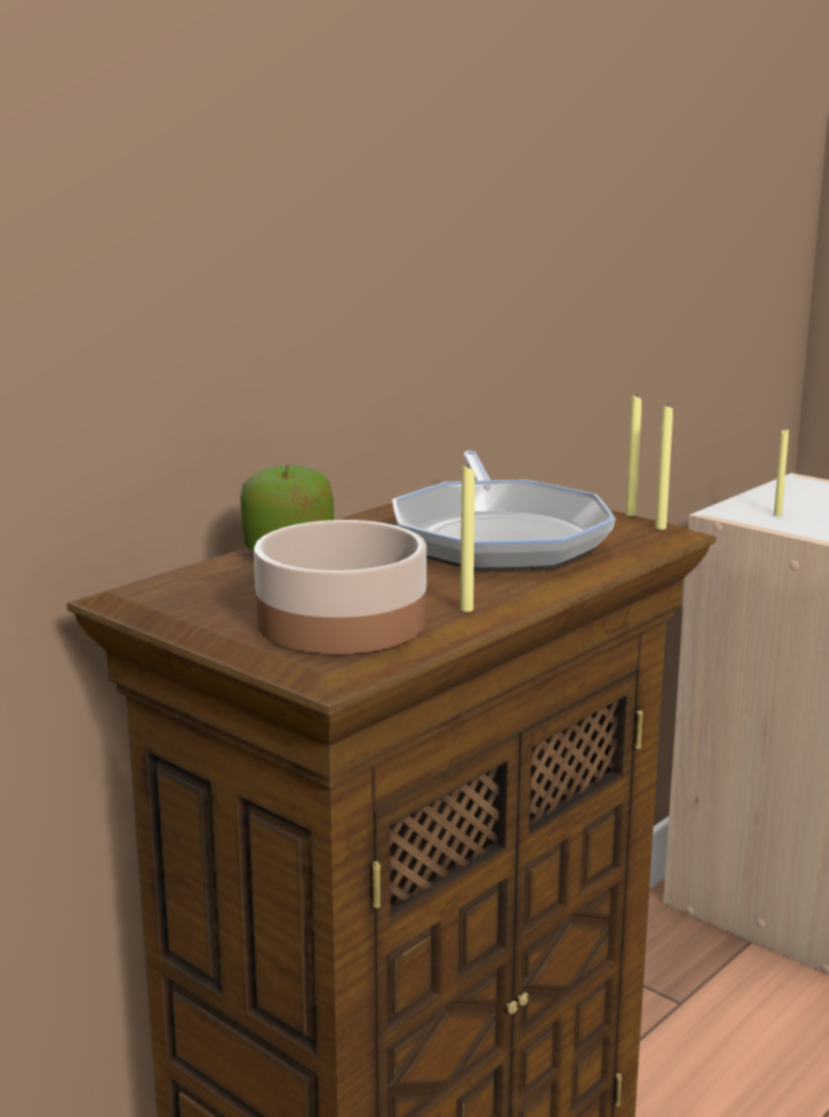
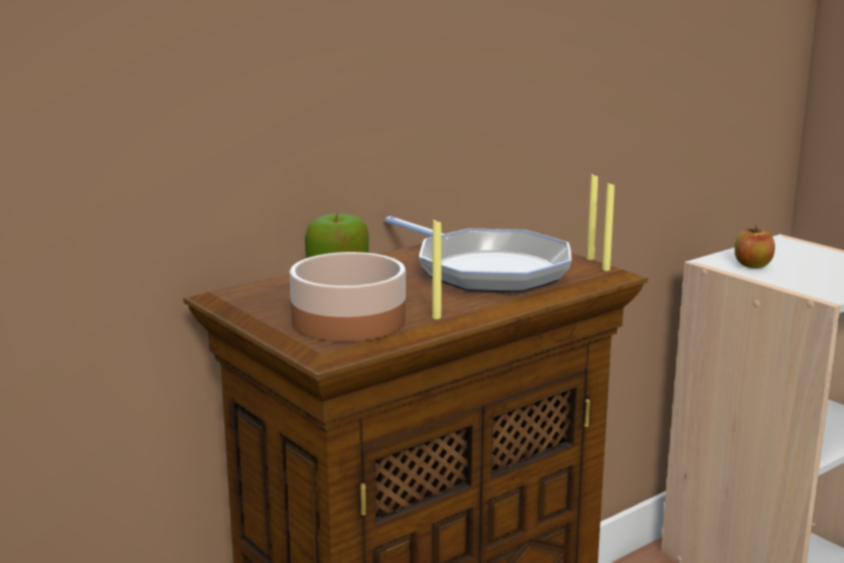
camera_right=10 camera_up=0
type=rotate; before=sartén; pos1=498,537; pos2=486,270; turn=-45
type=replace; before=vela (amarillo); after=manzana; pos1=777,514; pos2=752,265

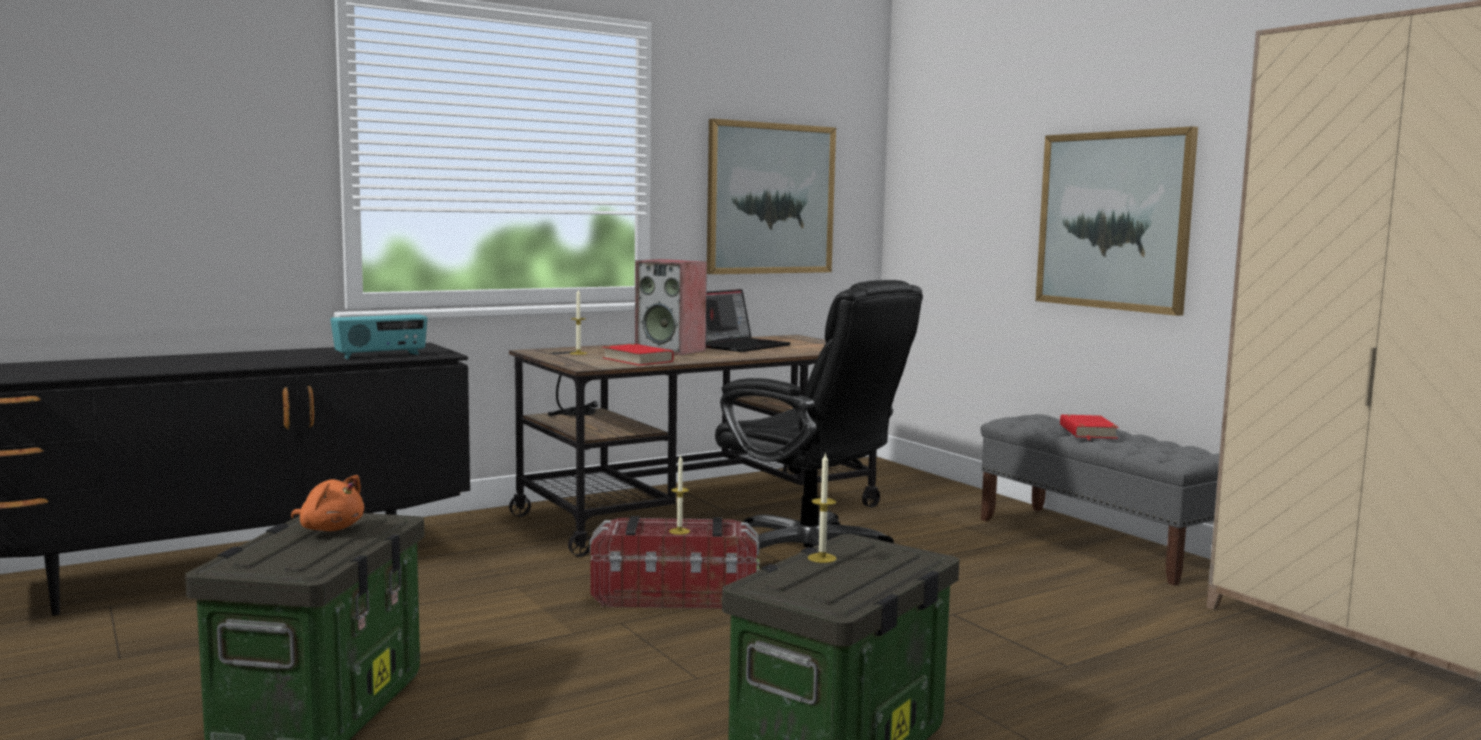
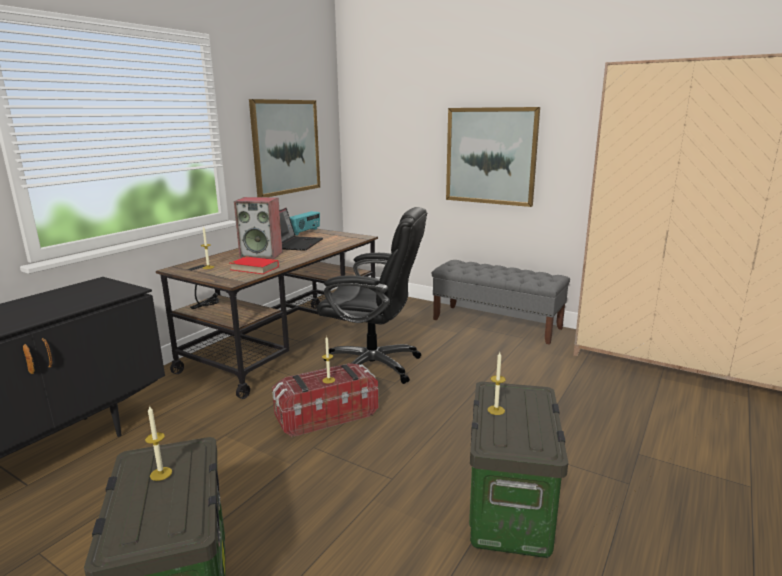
camera_right=-25 camera_up=10
type=replace; before=peluche (naranja); after=vela; pos1=330,528; pos2=161,474
type=move; before=radio; pos1=381,356; pos2=305,232
type=delete; before=libro (rojo); pos1=1087,432

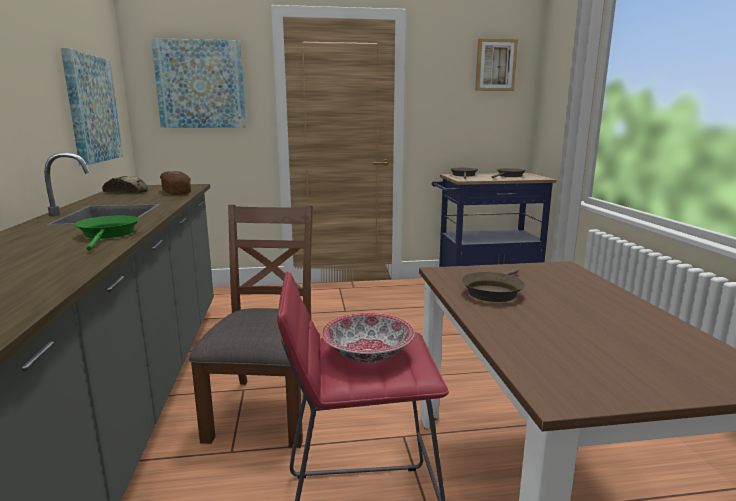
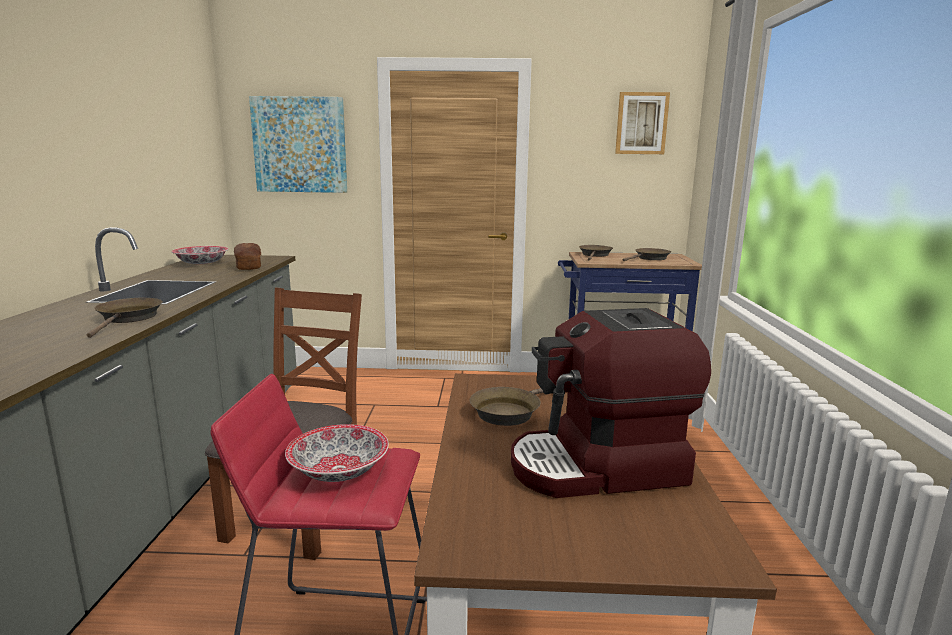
camera_right=10 camera_up=0
type=recolor; before=sartén (verde); after=sartén (marrón); pos1=108,234; pos2=128,318
type=replace; before=pan; after=cuenco; pos1=127,192; pos2=201,263
type=insert; after=cafetera; pos2=599,468
type=delete; before=cuadro; pos1=92,109

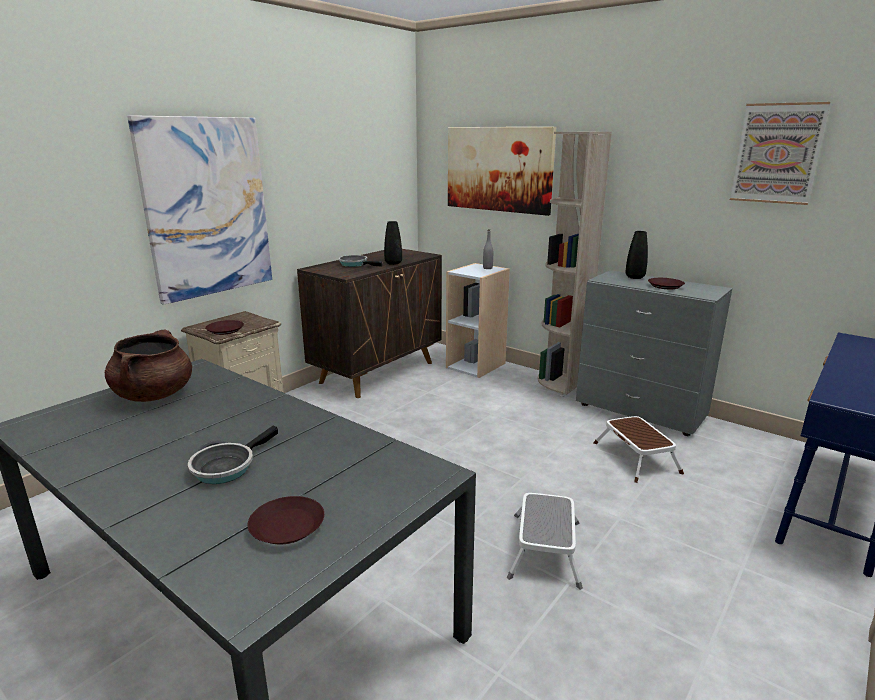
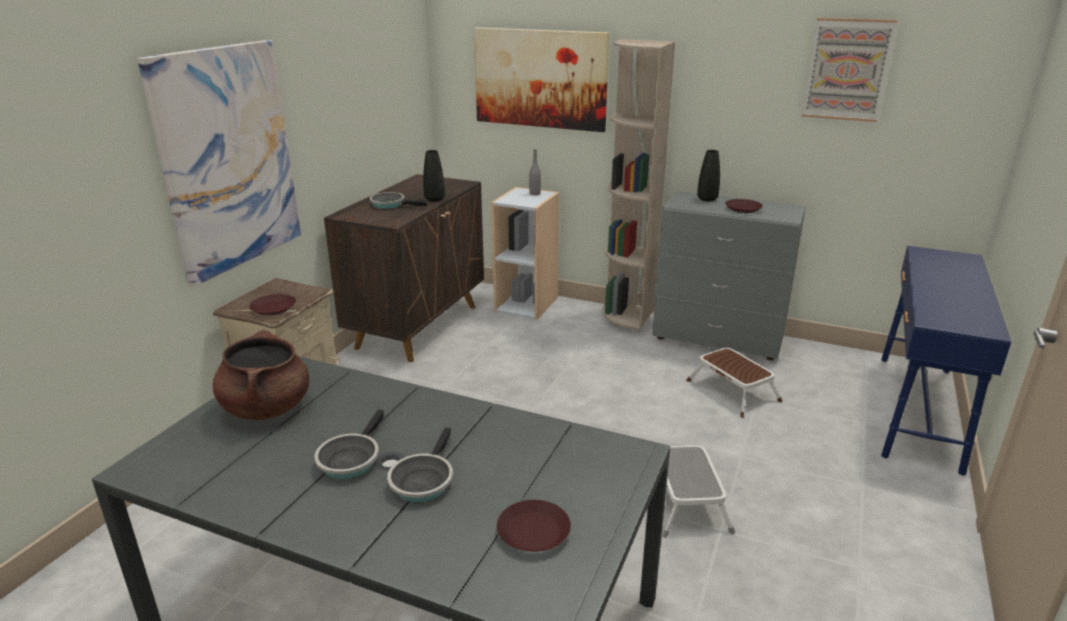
camera_right=-15 camera_up=5
type=insert; after=sartén; pos2=350,459

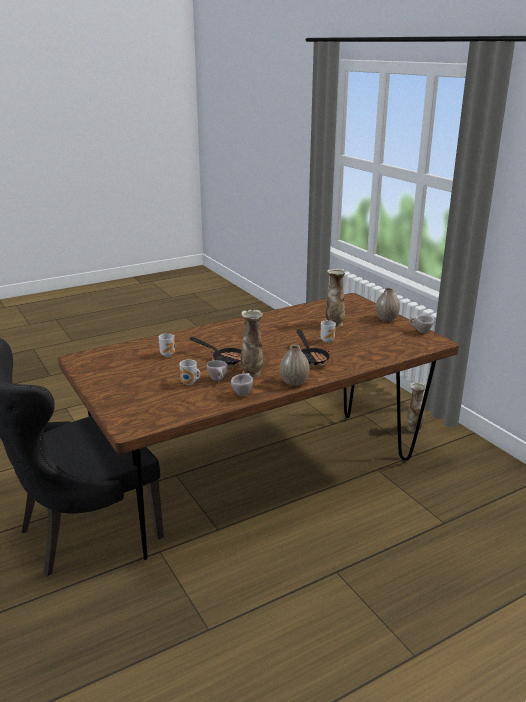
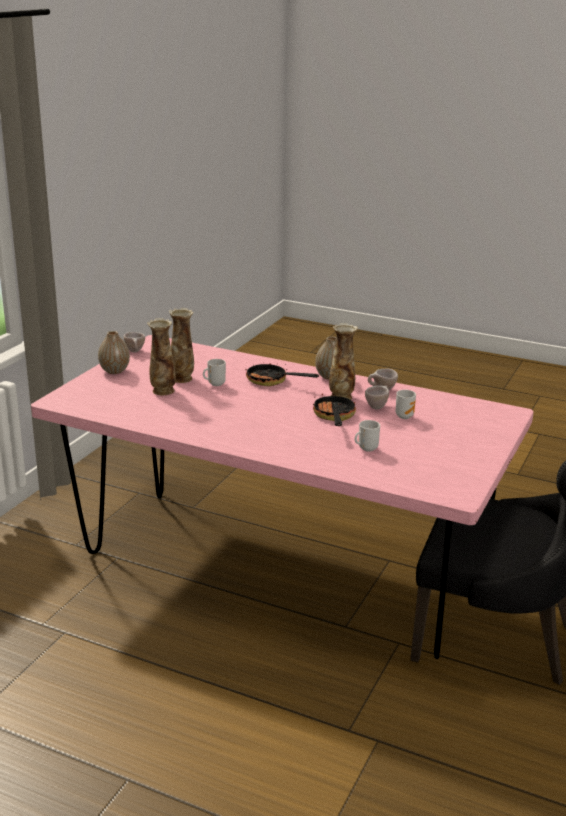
camera_right=-125 camera_up=0
type=recolor; before=mesa de comedor (marrón); after=mesa de comedor (rosa); pos1=262,475; pos2=278,568
type=move; before=florero; pos1=414,428; pos2=182,379
type=rotate; before=sartén; pos1=310,359; pos2=272,381; turn=-105

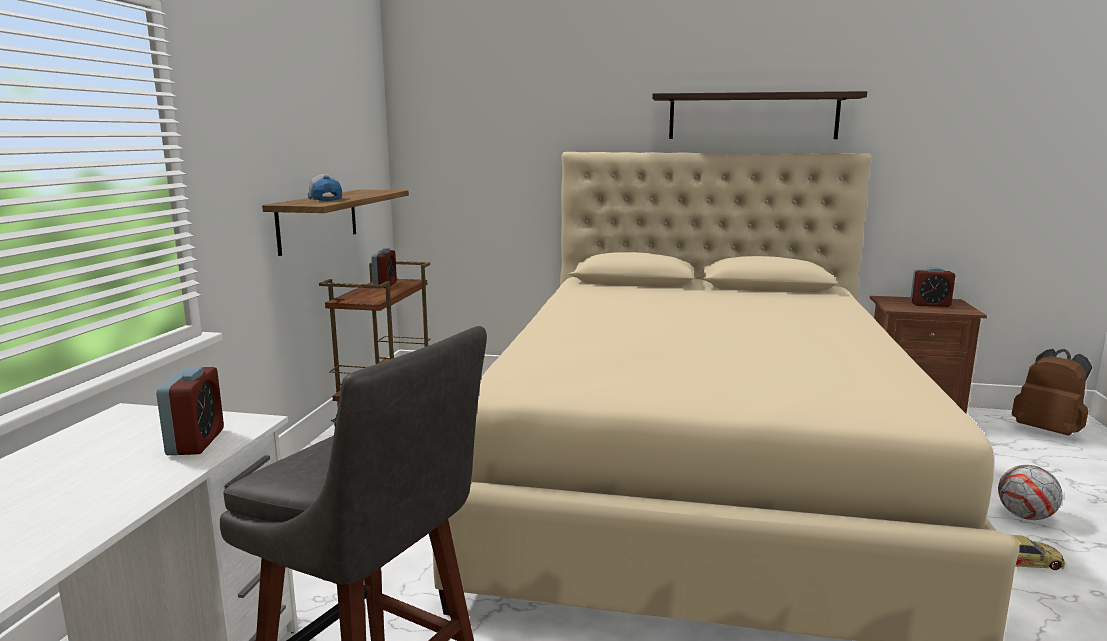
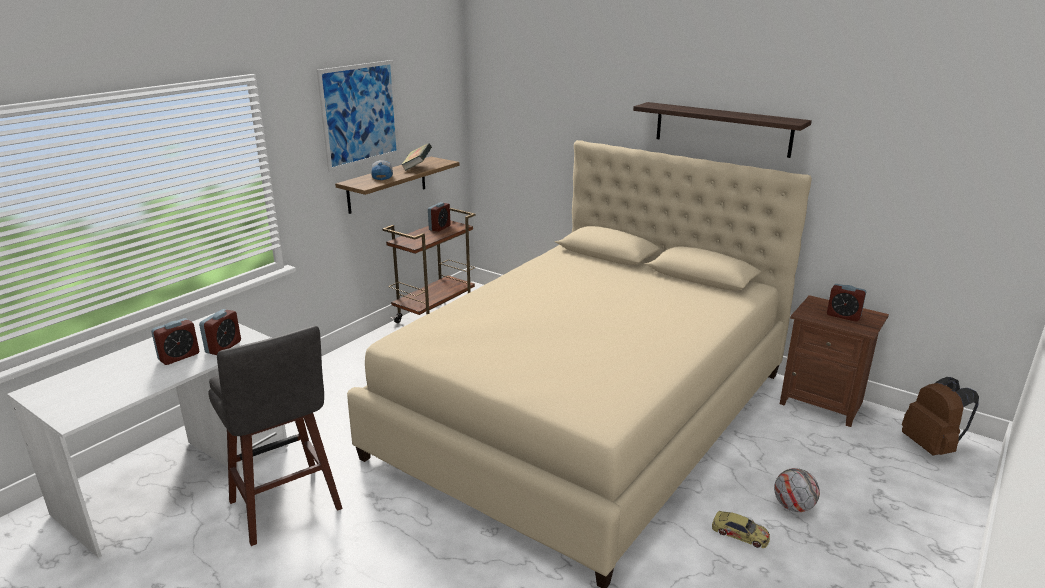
camera_right=25 camera_up=10
type=insert; after=despertador; pos2=179,357
type=insert; after=cuadro; pos2=360,114
type=insert; after=libro; pos2=417,167

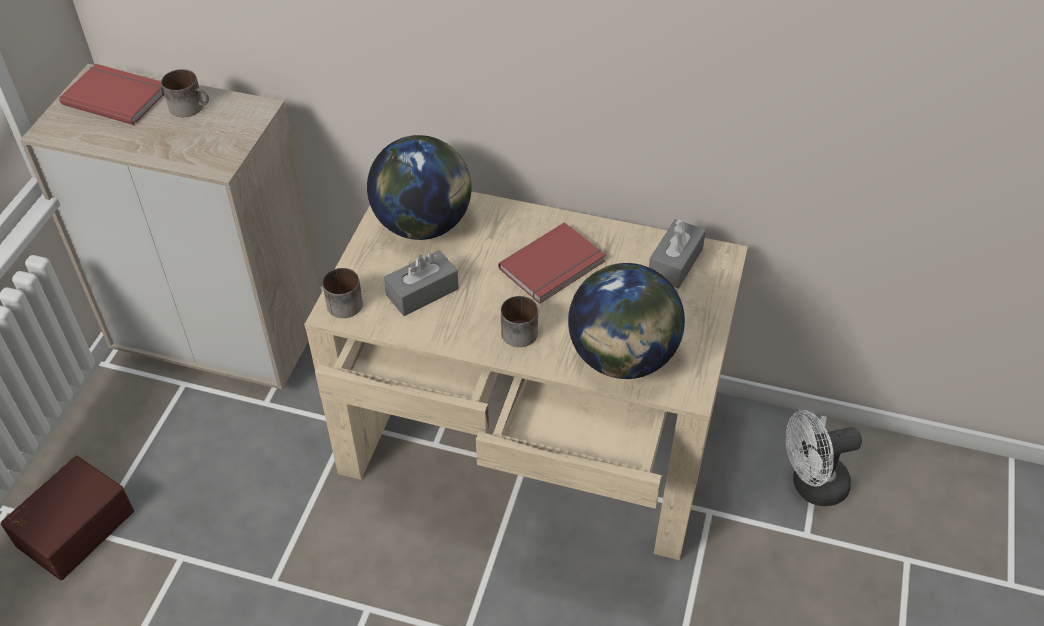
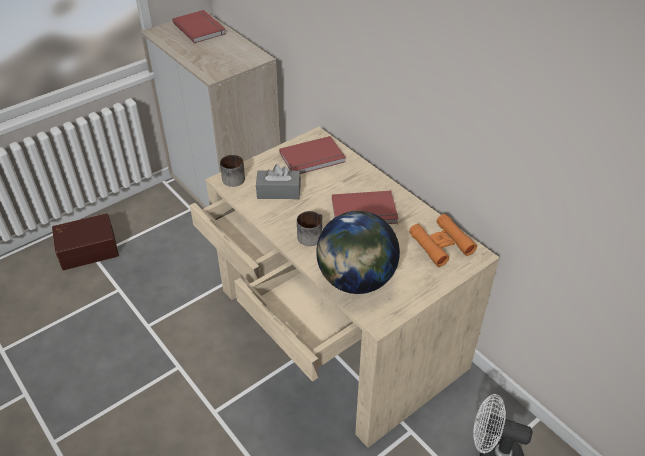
camera_right=35 camera_up=-5
type=replace; before=globo terráqueo; after=libro (rojo); pos1=423,224; pos2=313,158
type=replace; before=caja de pañuelos (gris); after=prismáticos (naranja); pos1=675,263; pos2=441,244
type=delete; before=taza grande; pos1=191,107

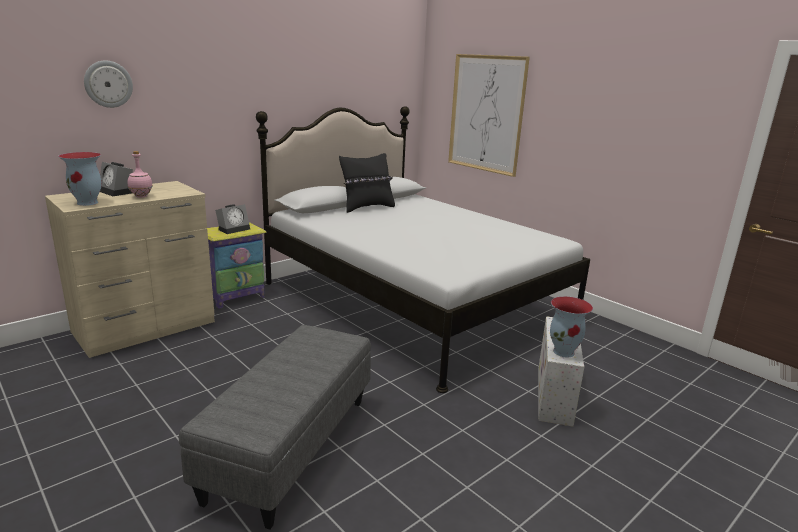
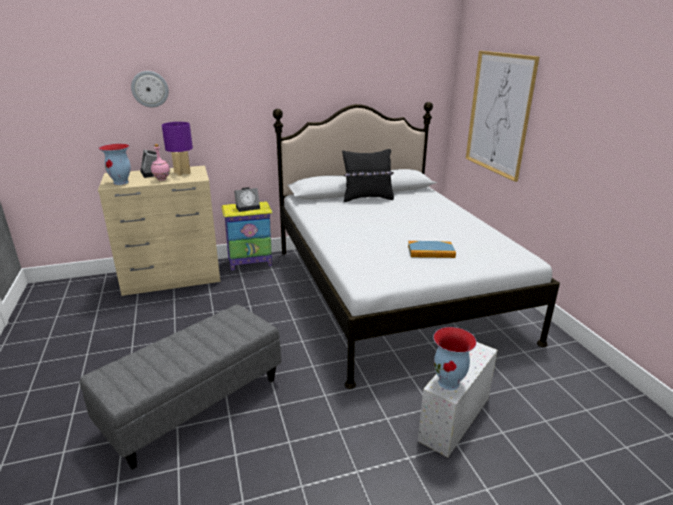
camera_right=25 camera_up=5
type=insert; after=lámpara de mesa (morado); pos2=182,173
type=insert; after=libro; pos2=431,251

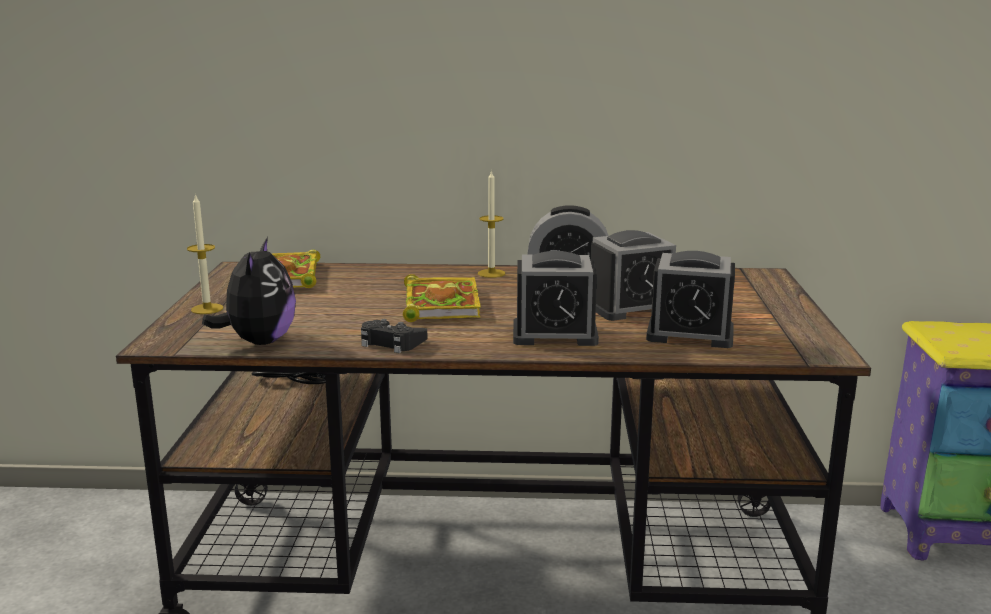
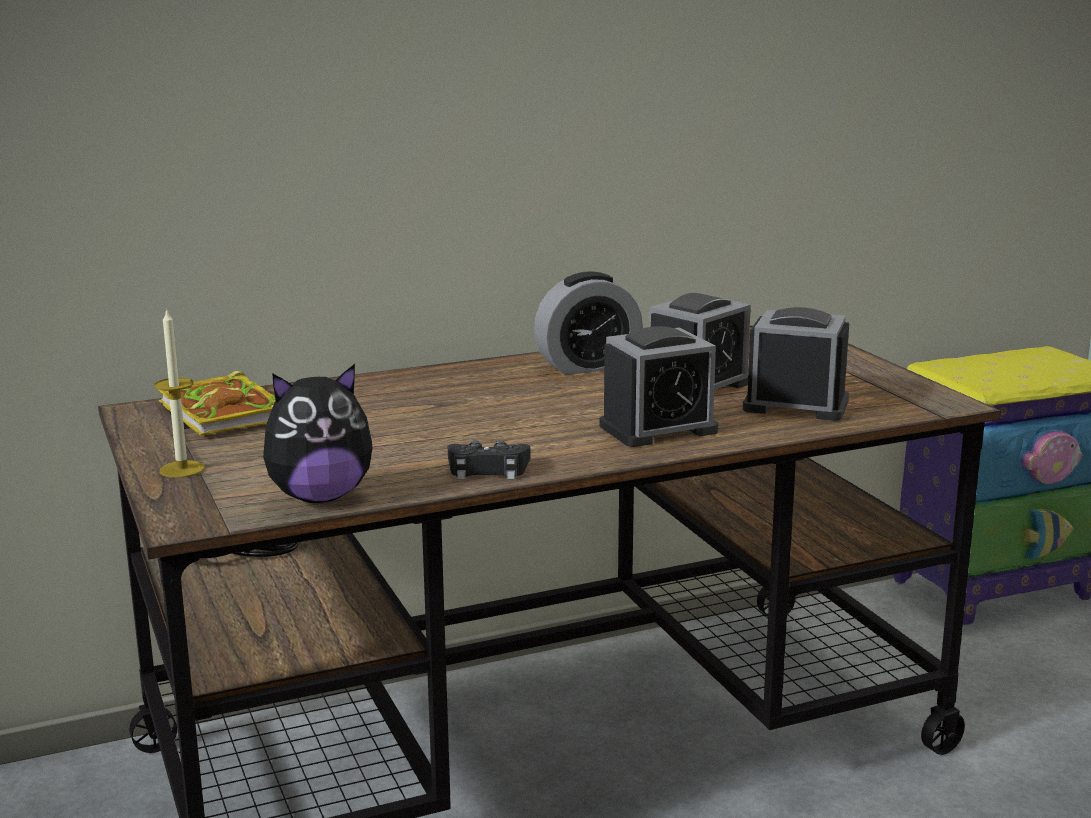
camera_right=-25 camera_up=0
type=rotate; before=peluche; pos1=259,342; pos2=320,497; turn=90
type=rotate; before=despertador; pos1=690,334; pos2=796,405; turn=-150
type=delete; before=libro; pos1=440,303
type=delete; before=vela; pos1=491,273

